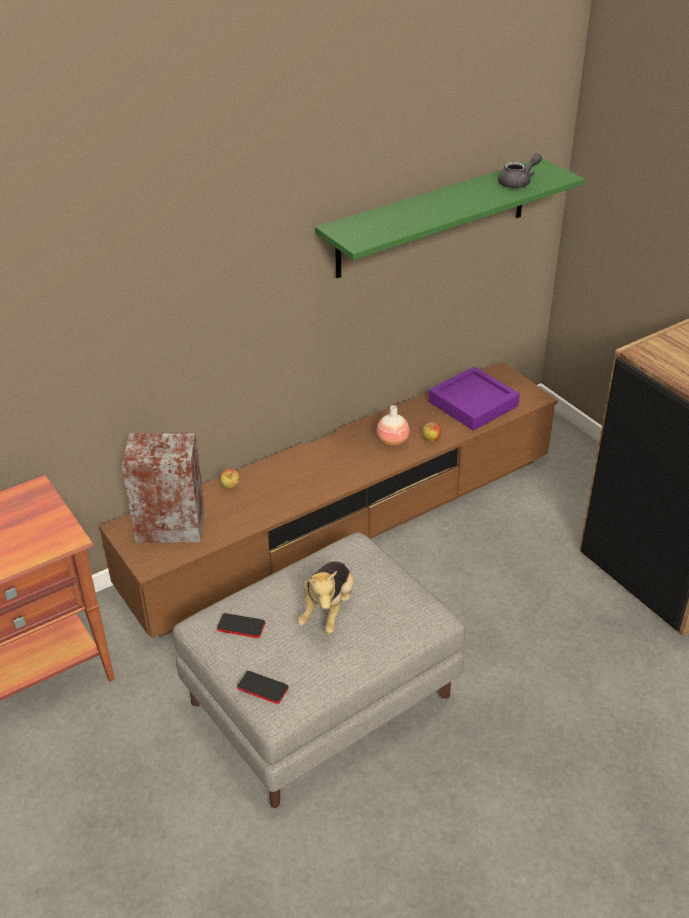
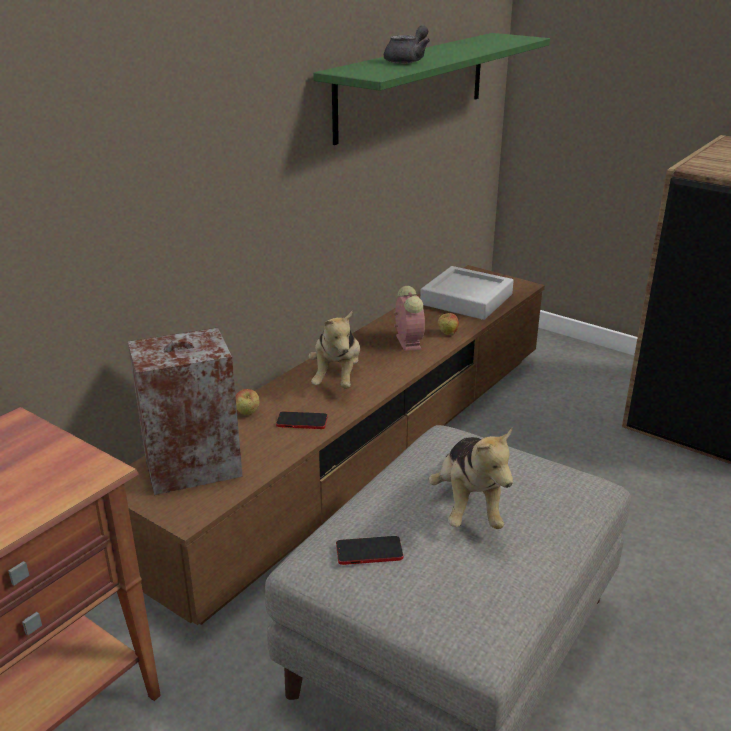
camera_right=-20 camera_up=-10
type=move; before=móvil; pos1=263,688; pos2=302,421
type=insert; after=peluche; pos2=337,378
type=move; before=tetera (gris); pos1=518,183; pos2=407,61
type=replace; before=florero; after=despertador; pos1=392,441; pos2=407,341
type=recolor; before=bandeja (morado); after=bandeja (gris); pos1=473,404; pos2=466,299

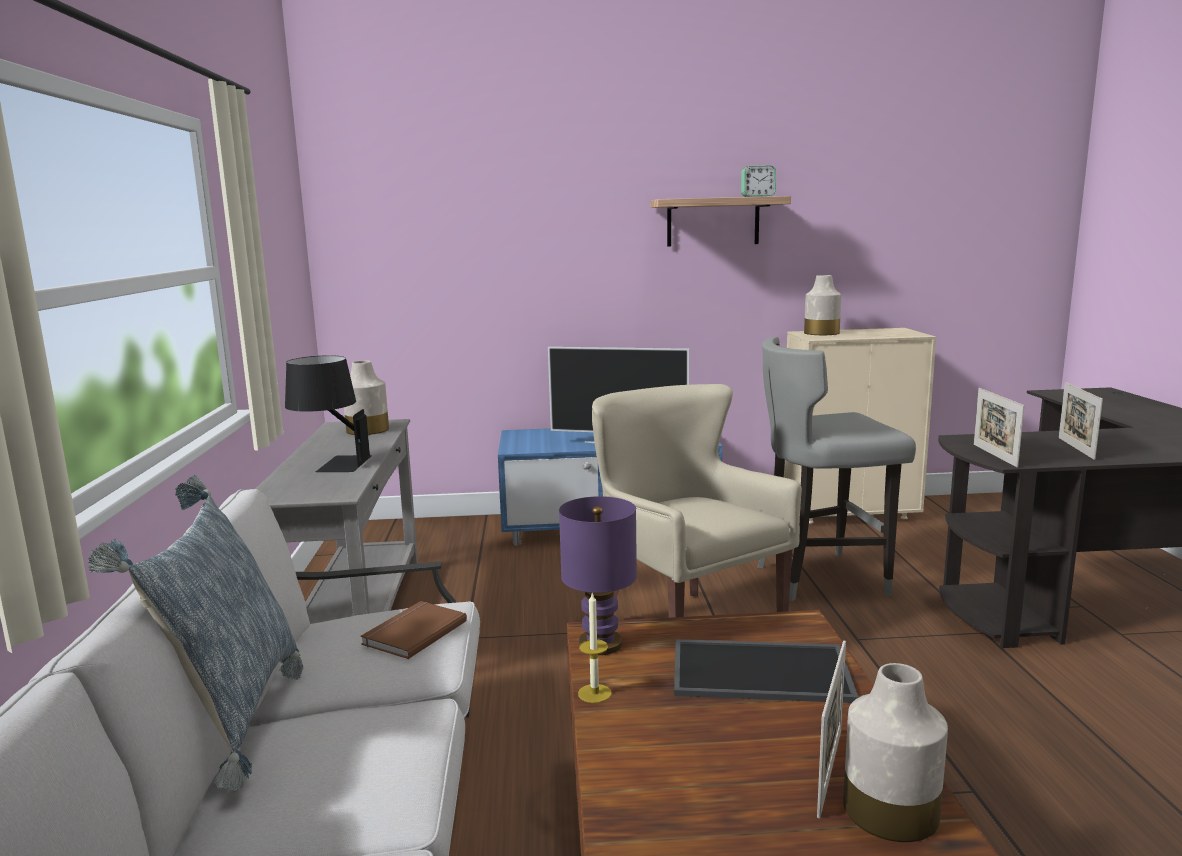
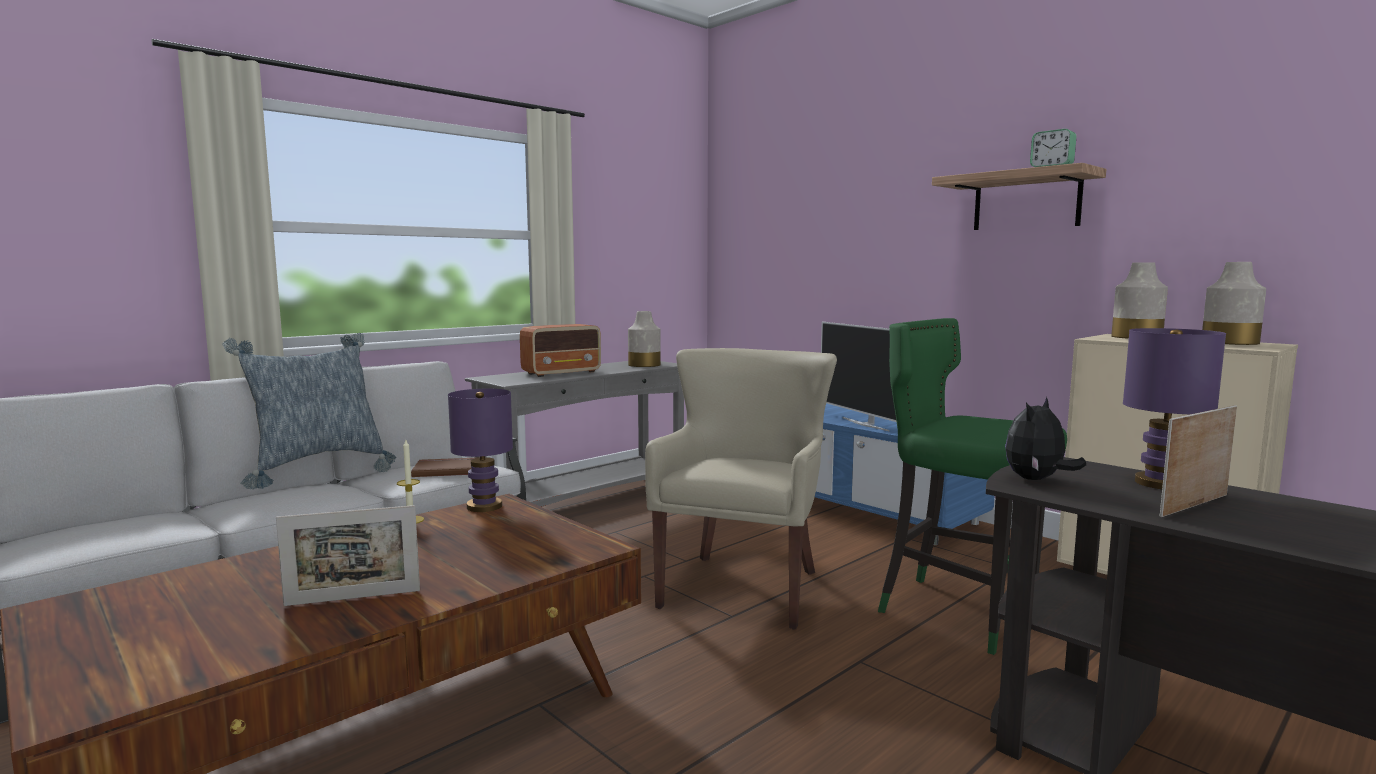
camera_right=50 camera_up=-5
type=replace; before=lámpara de mesa (negro); after=radio; pos1=331,463; pos2=562,373
type=recolor; before=taburete (gris); after=taburete (verde); pos1=822,578; pos2=959,612
type=replace; before=portarretratos; after=peluche; pos1=994,455; pos2=1037,480
type=insert; after=lámpara de mesa (morado); pos2=1159,483
type=move; before=florero (beis); pos1=890,808; pos2=1230,342
type=delete; before=bandeja; pos1=762,670

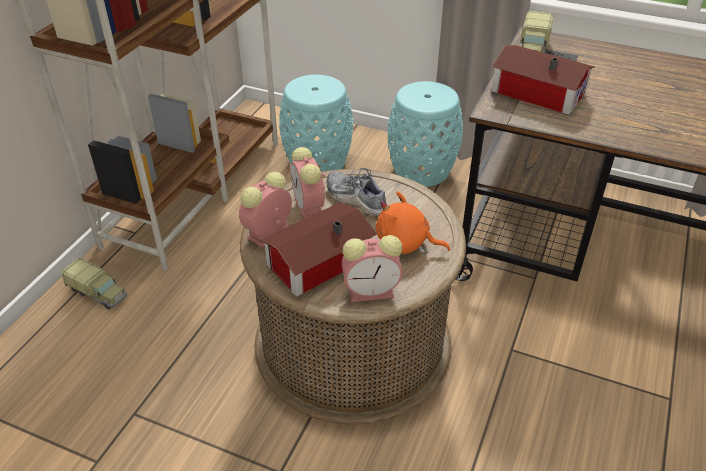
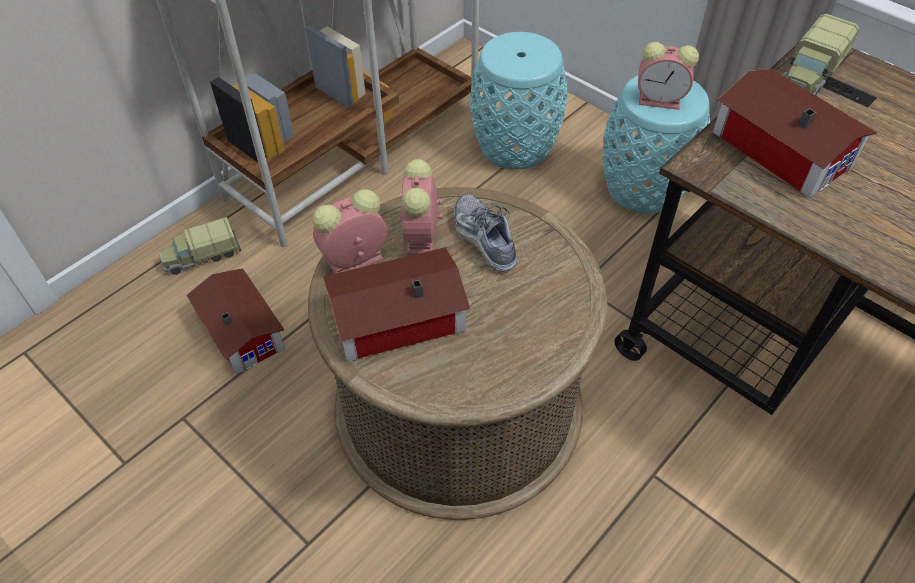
camera_right=20 camera_up=10
type=rotate; before=camión de juguete; pos1=98,293; pos2=201,256; turn=105
type=insert; after=casita; pos2=242,328
type=move; before=despertador; pos1=373,291; pos2=661,100
type=delete; before=peluche (naranja); pos1=406,244

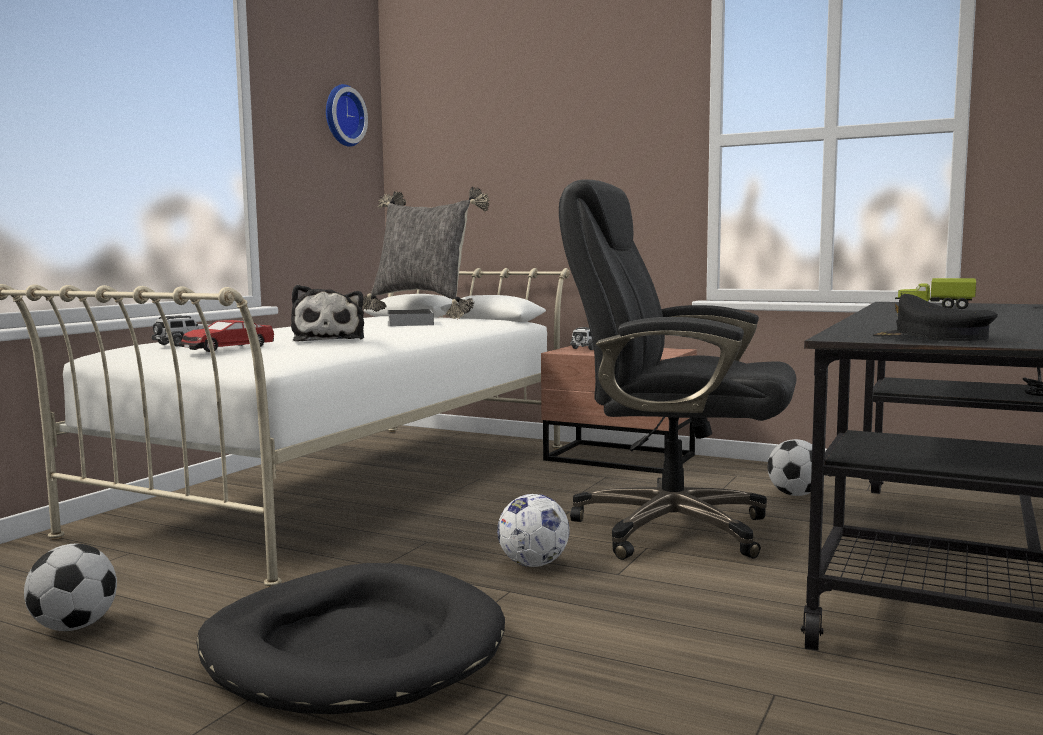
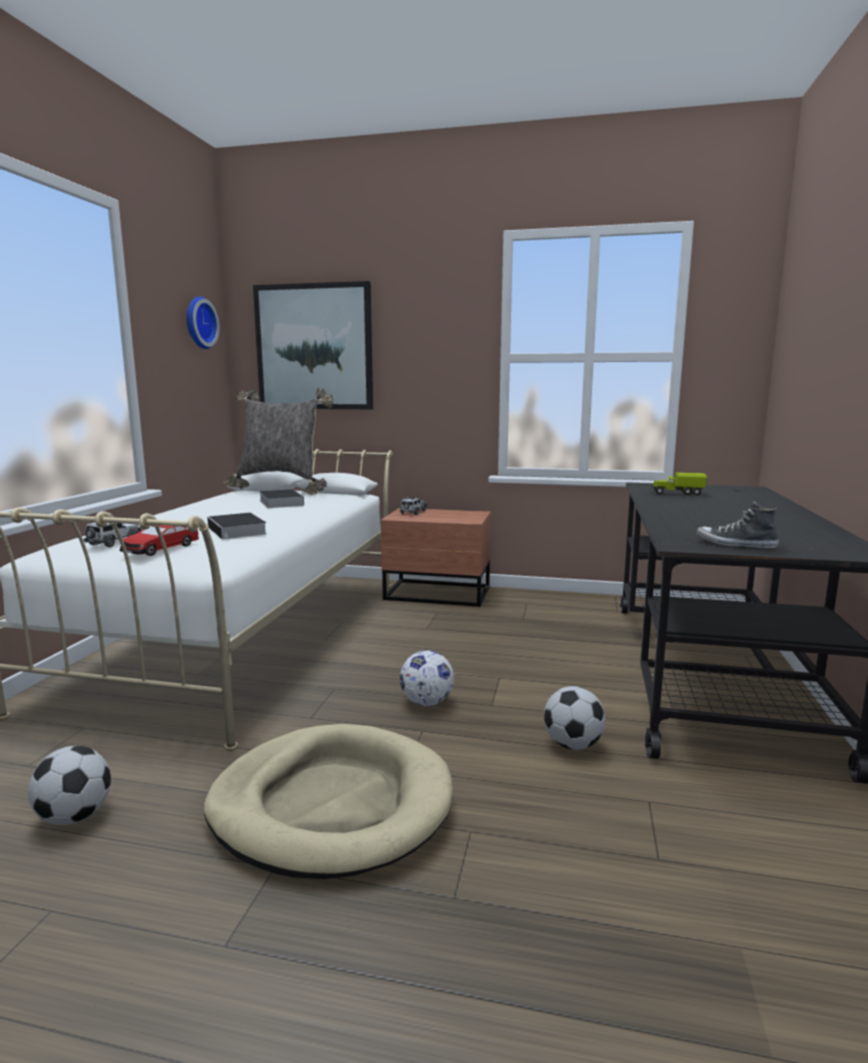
camera_right=-15 camera_up=5
type=recolor; before=cama para perro (negro); after=cama para perro (beis); pos1=353,649; pos2=332,805
type=replace; before=peluche; after=libro; pos1=329,339; pos2=238,531
type=insert; after=cuadro; pos2=314,347
type=move; before=balón de fútbol; pos1=795,494; pos2=573,745
type=replace; before=gorra (negro); after=zapato; pos1=932,338; pos2=735,544
type=delete; before=silla de oficina (negro); pos1=676,529

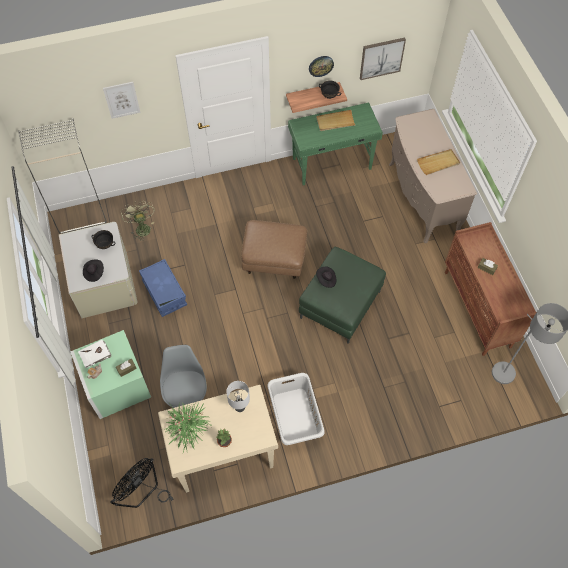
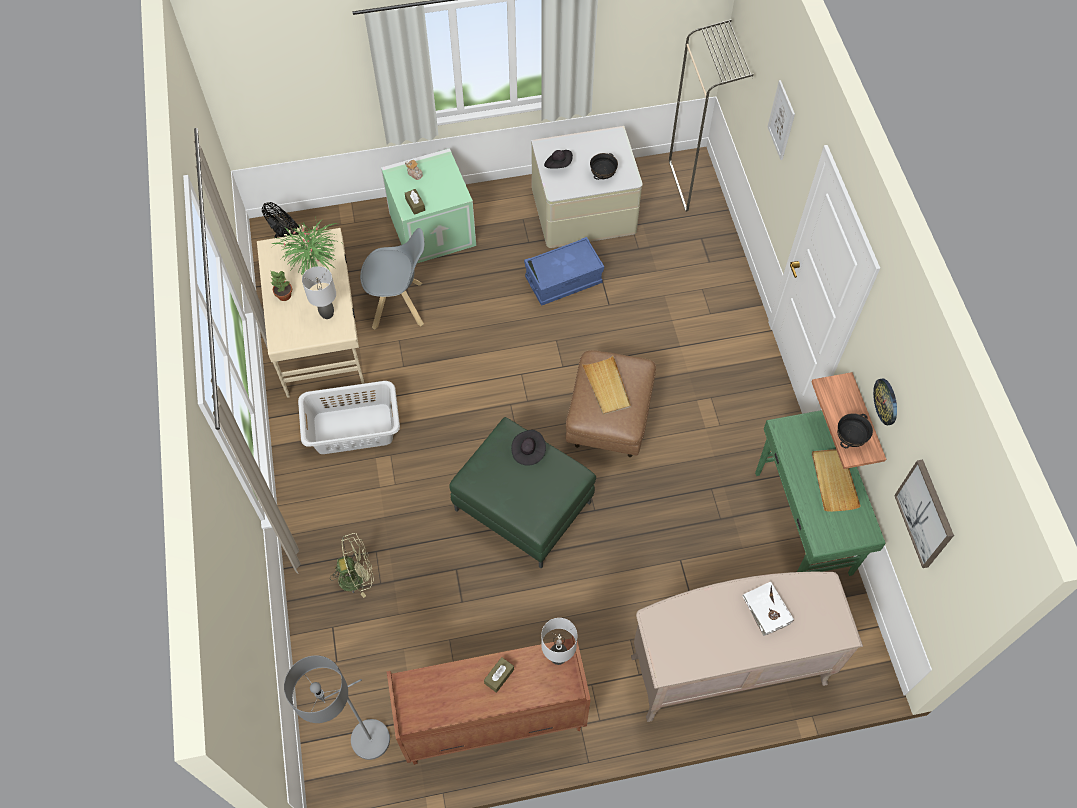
camera_right=95 camera_up=0
type=move; before=ventilador (verde); pos1=141,227; pos2=357,576
type=insert; after=lámpara de mesa (gris); pos2=558,658
type=move; before=bandeja (beis); pos1=438,163; pos2=606,387
type=move; before=libro (blanco); pos1=95,354; pos2=767,609

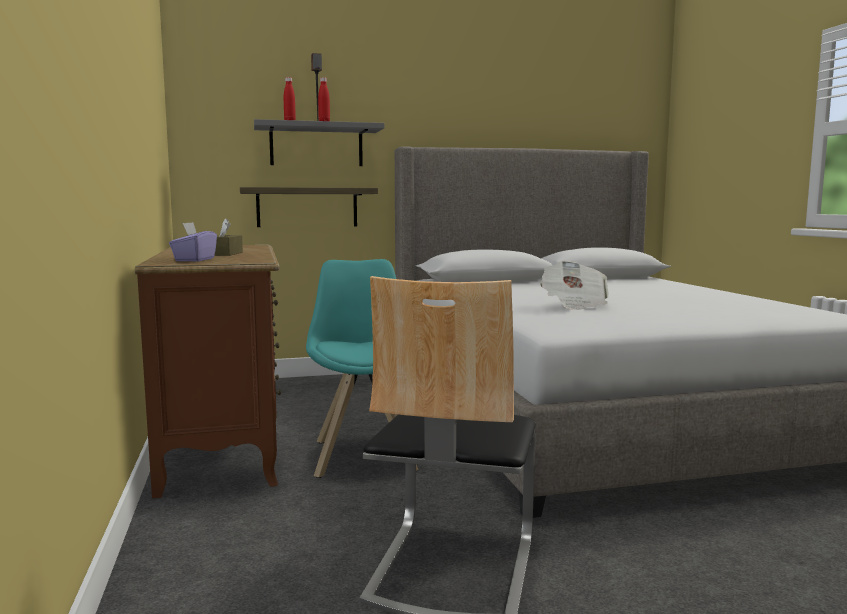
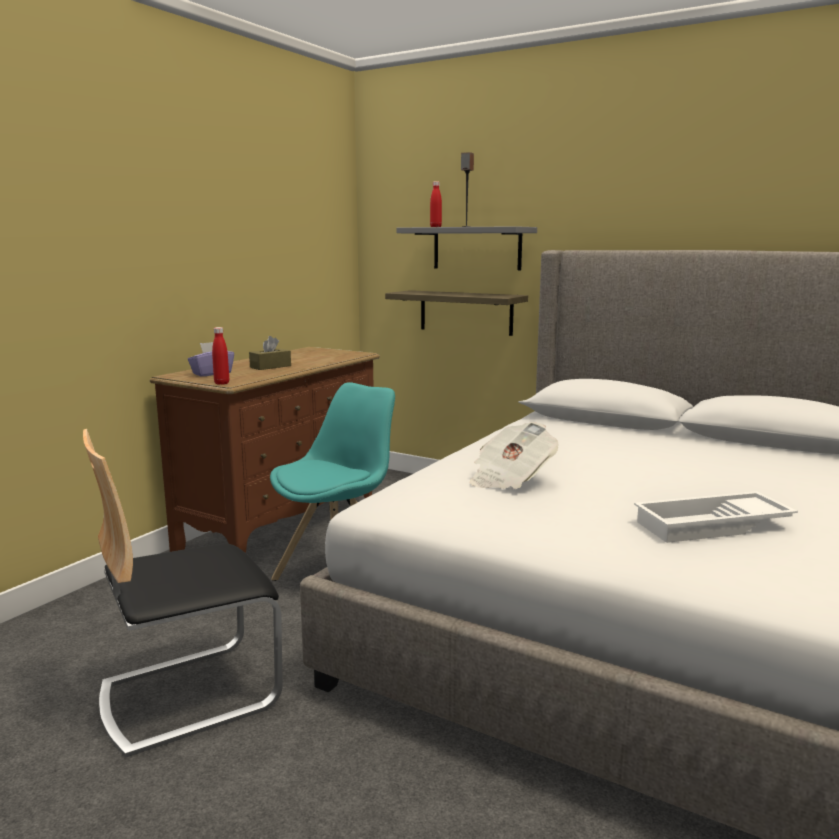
camera_right=45 camera_up=5
type=move; before=botella (rojo); pos1=324,121; pos2=221,383
type=insert; after=bandeja (blanco); pos2=712,526

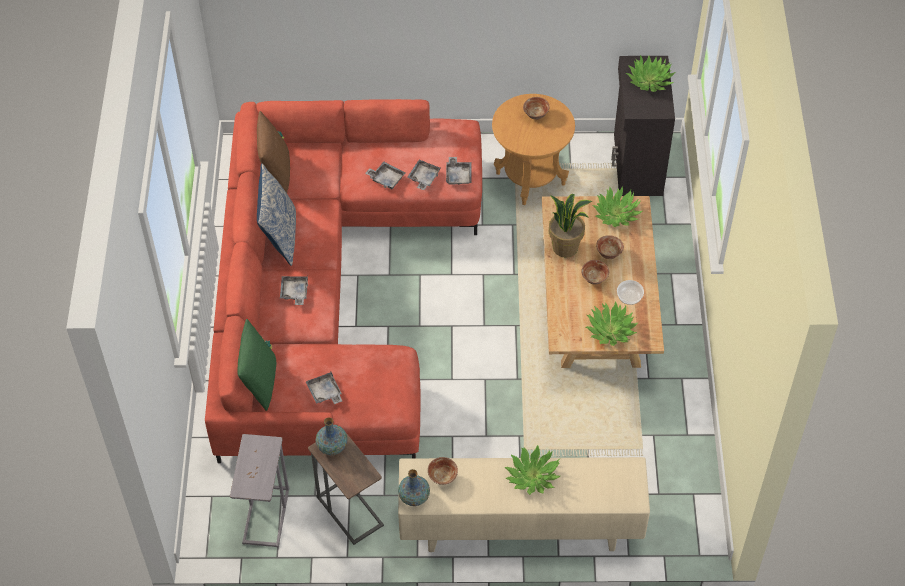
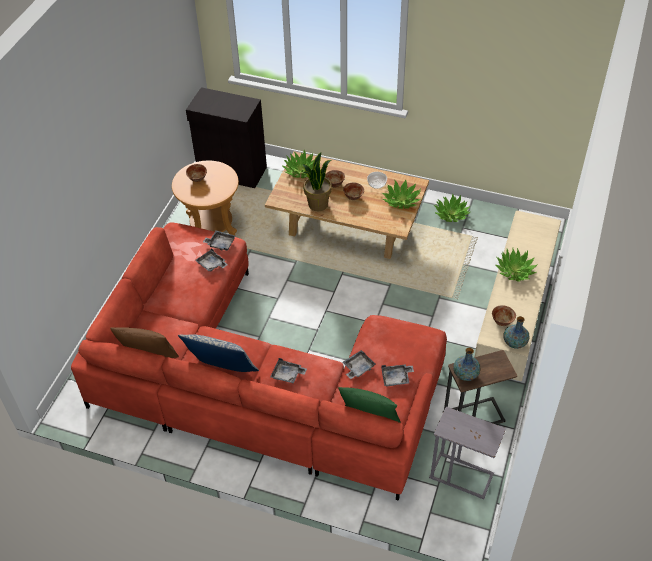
camera_right=-70 camera_up=-5
type=move; before=bandeja (gris); pos1=386,179; pos2=358,368
type=move; before=planta en maceta; pos1=650,80; pos2=451,214

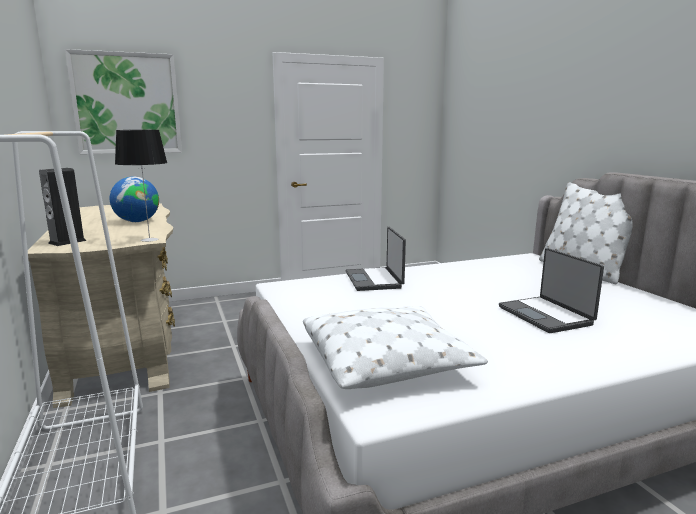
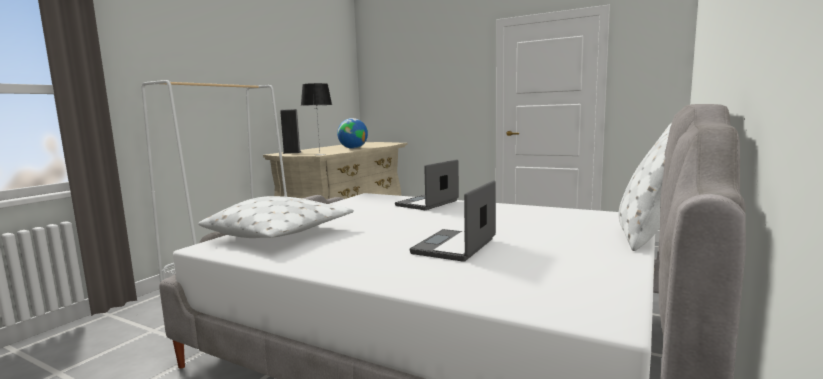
camera_right=50 camera_up=-5
type=delete; before=cuadro; pos1=127,104

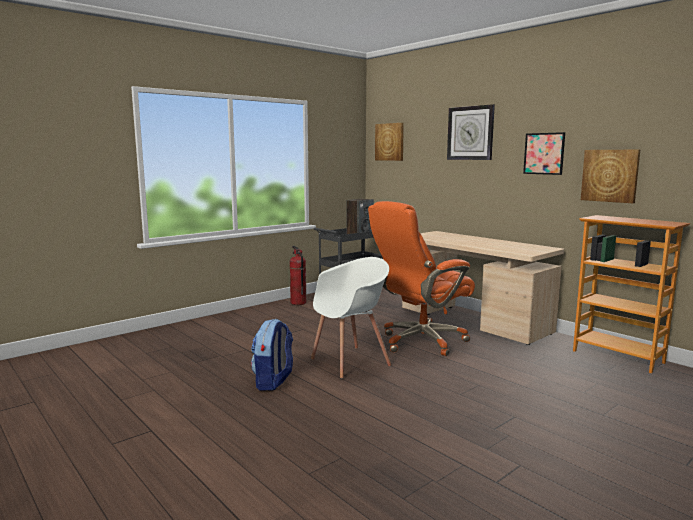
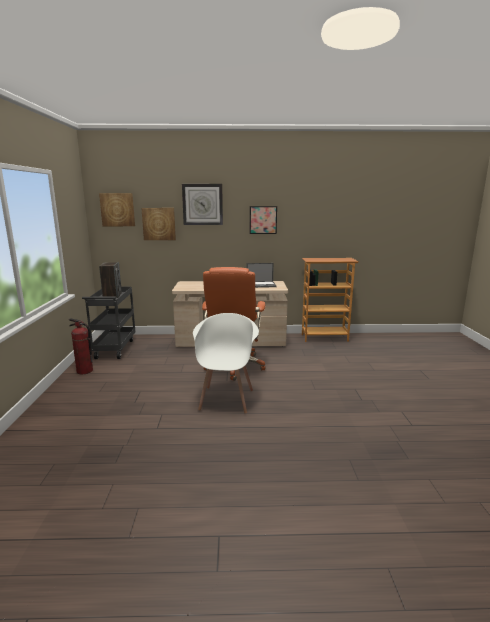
camera_right=-50 camera_up=5
type=move; before=cuadro; pos1=610,175; pos2=159,224
type=insert; after=portátil; pos2=261,285
type=delete; before=mochila; pos1=273,382

